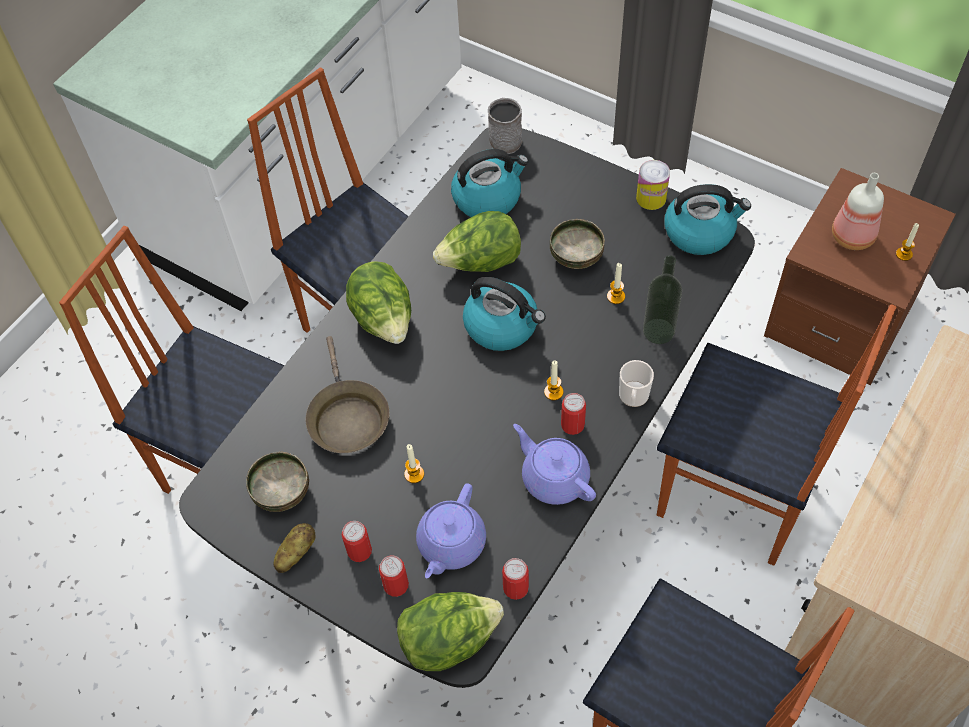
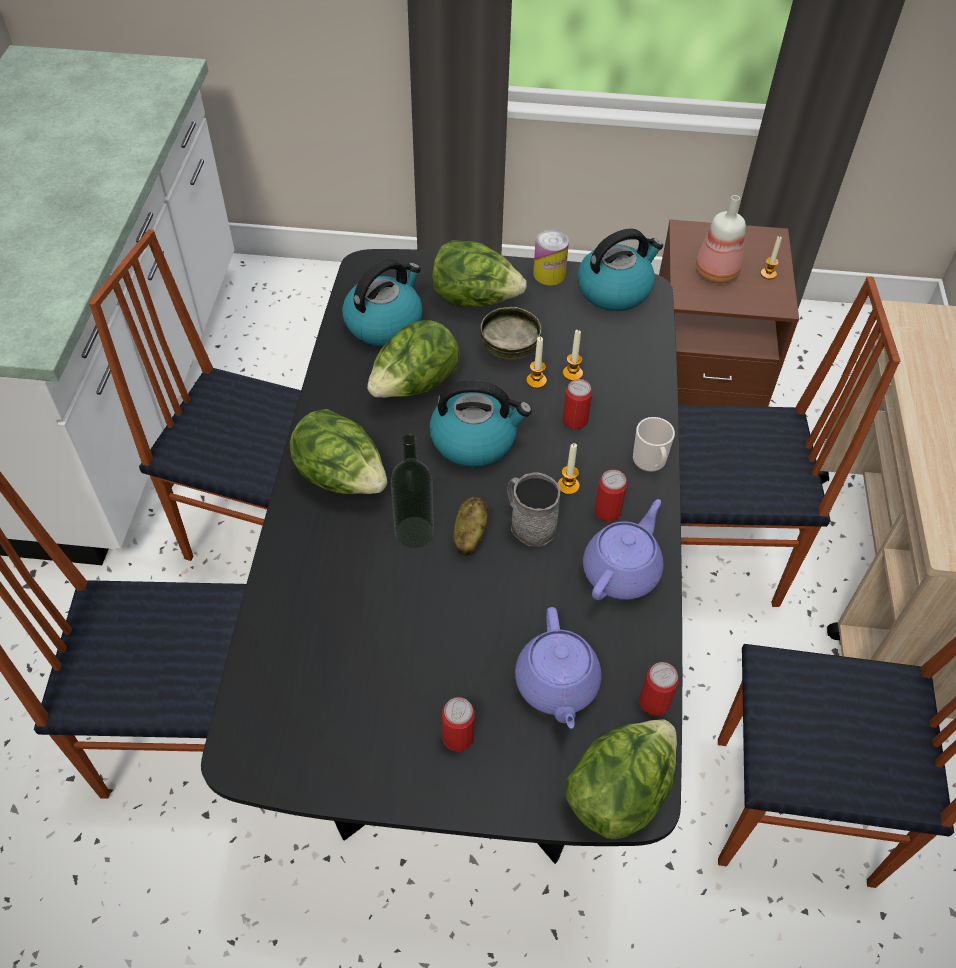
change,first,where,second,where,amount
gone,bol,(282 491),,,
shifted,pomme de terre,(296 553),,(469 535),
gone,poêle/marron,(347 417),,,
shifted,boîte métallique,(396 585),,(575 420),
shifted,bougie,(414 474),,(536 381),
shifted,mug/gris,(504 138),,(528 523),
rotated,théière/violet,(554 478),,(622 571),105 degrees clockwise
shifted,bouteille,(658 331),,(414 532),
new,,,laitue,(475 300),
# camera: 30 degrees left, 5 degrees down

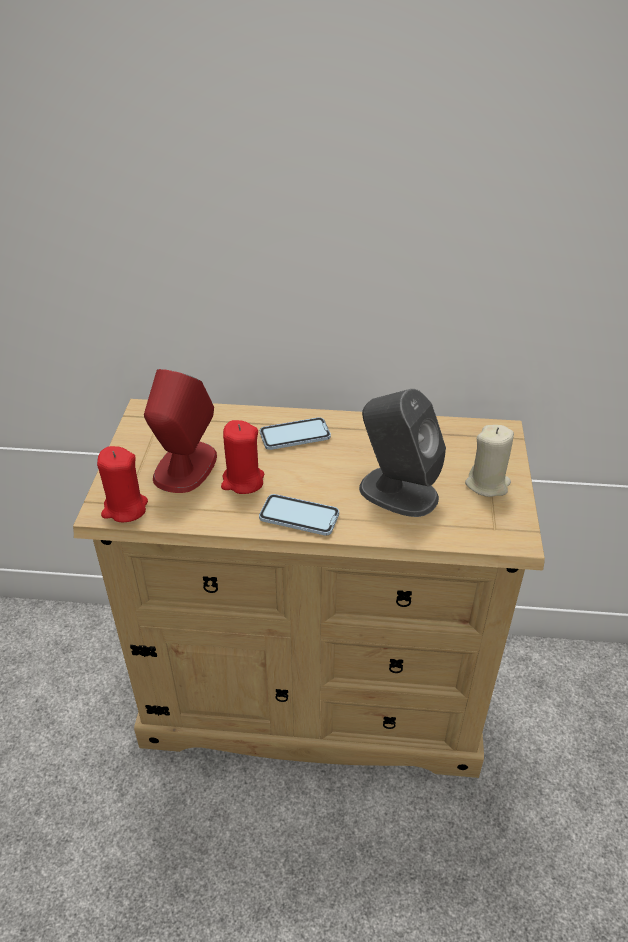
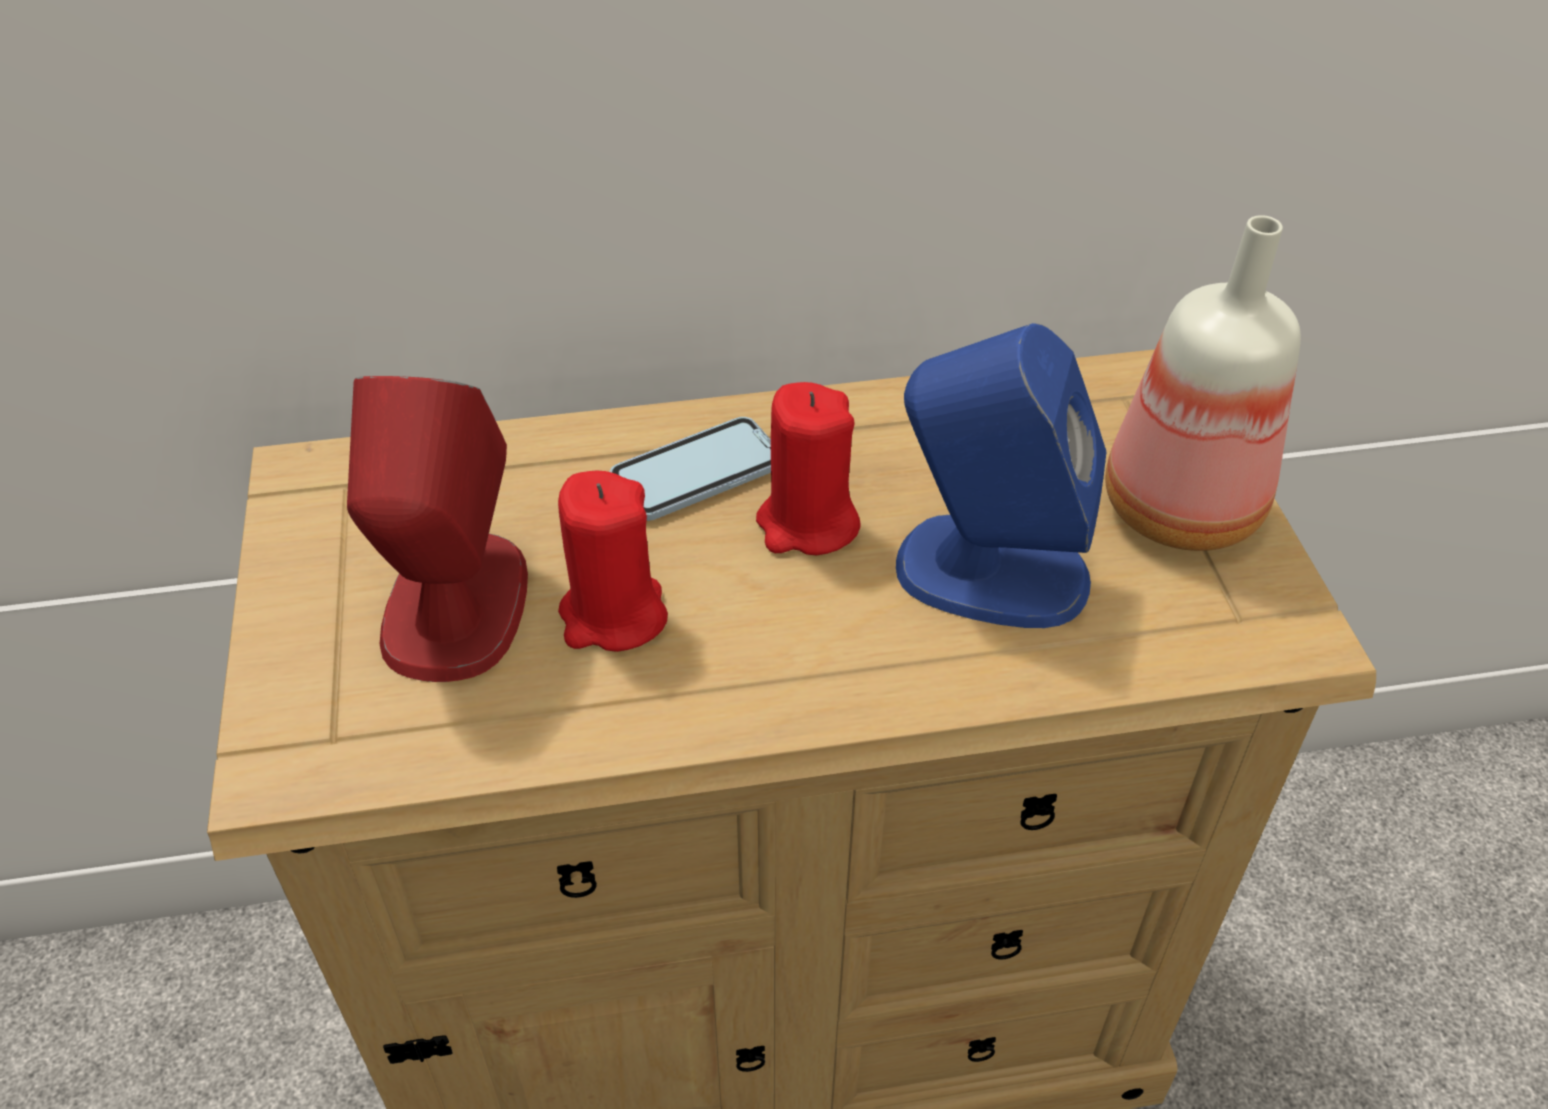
change,first,where,second,where,amount
shifted,bougie/rouge,(125 508),,(807 524),
gone,téléphone,(299 516),,,
repainted,enceinte/gris,(397 492),enceinte/bleu,(989 571),
swapped,bougie/beige,(487 484),bouteille,(1179 512),
# camera: 15 degrees left, 5 degrees up

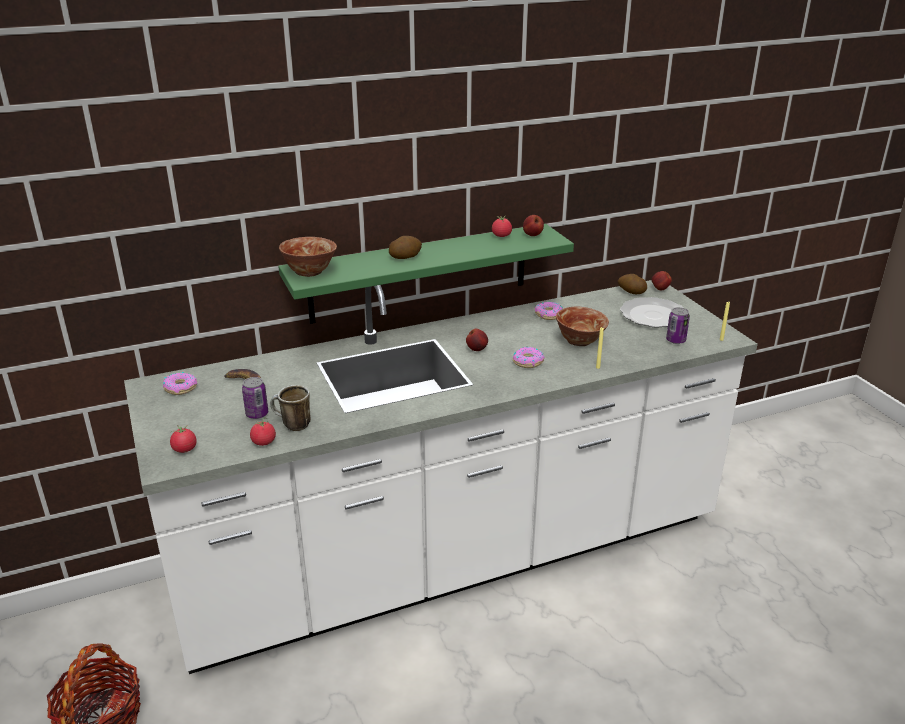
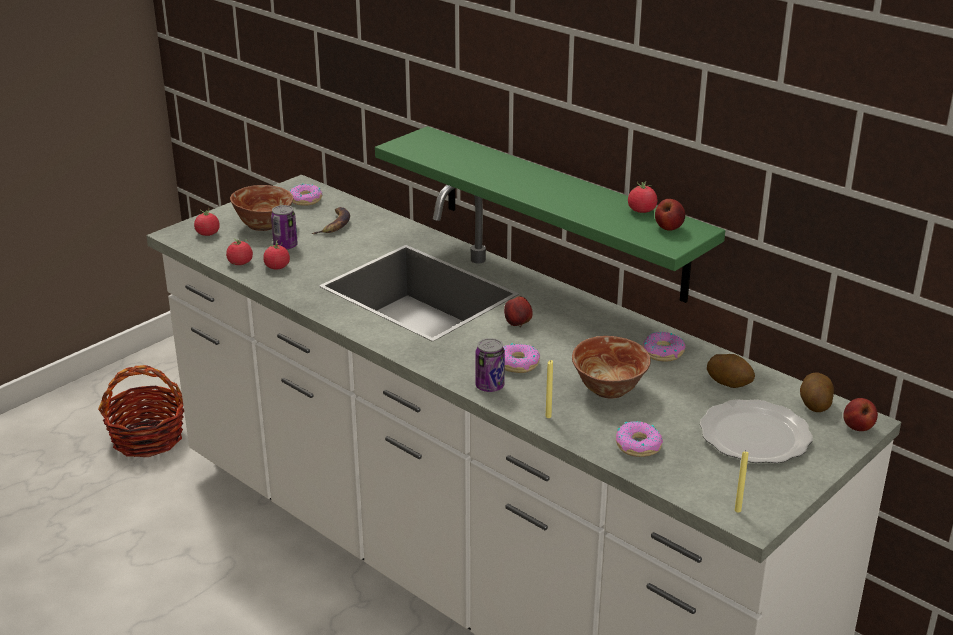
change,first,where,second,where,amount
swapped,mug,(292 425),tomate,(277 267),
shifted,bol,(309 272),,(264 225),
shifted,pomme de terre,(405 257),,(729 382),
shifted,boîte métallique,(675 340),,(489 386),
new,,,beignet,(638 445),
# camera: 65 degrees right, 0 degrees up

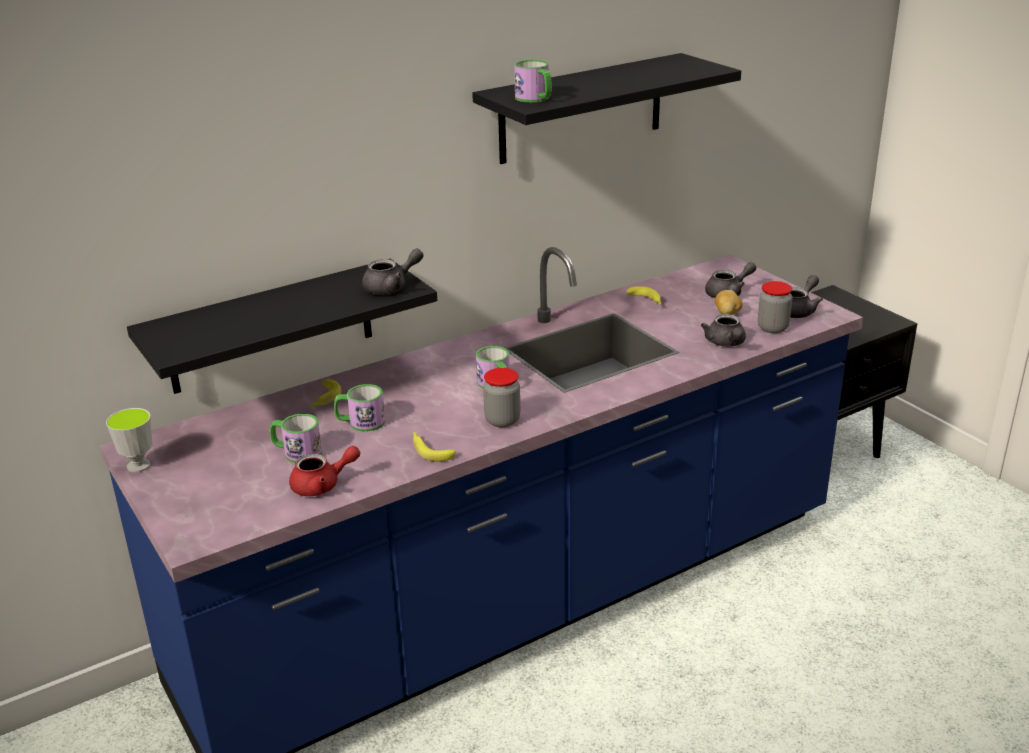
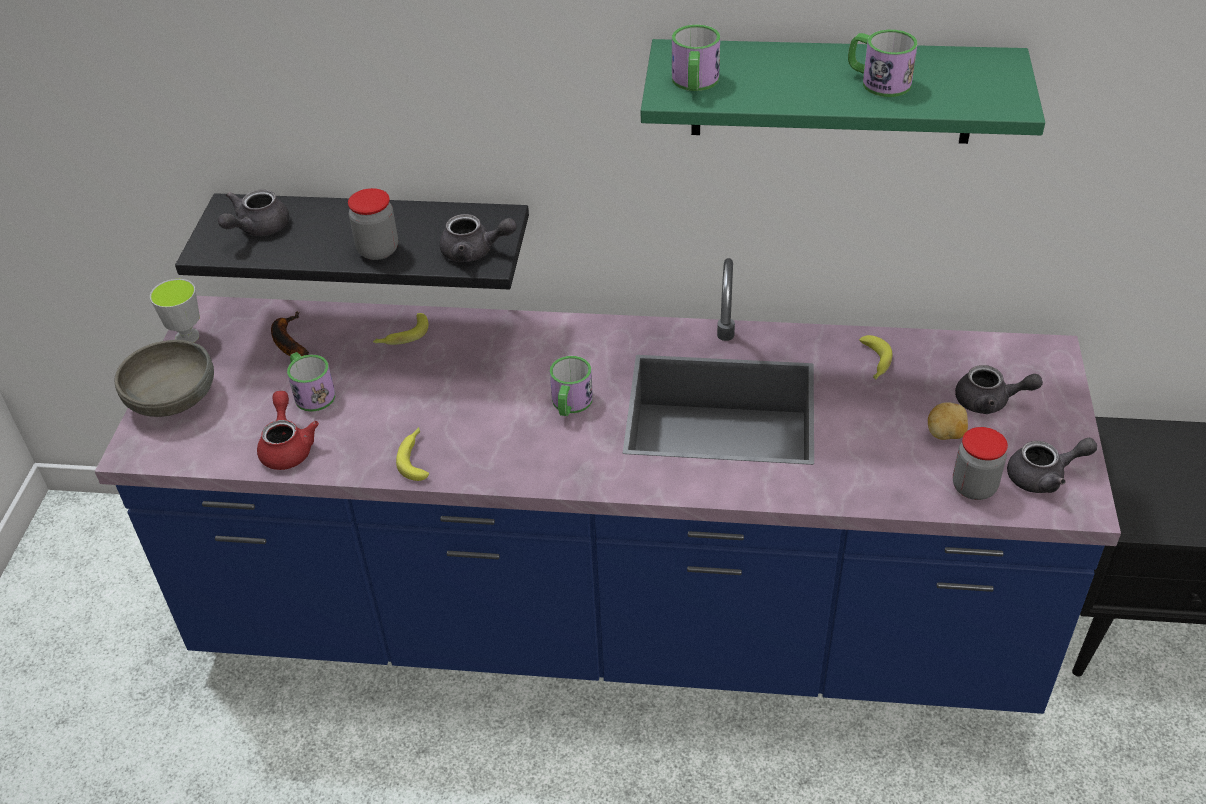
change,first,where,second,where,amount
rotated,théière/rouge,(322 485),,(287 447),120 degrees counterclockwise
shifted,mug,(360 422),,(878 81),
repainted,étagère/noir,(581 108),étagère/vert,(832 91),
shifted,bocal,(502 420),,(378 250),
shifted,théière/gris,(726 343),,(257 228),
new,,,bol/gris,(173 399),
new,,,banane,(287 341),
# camera: 40 degrees right, 15 degrees up

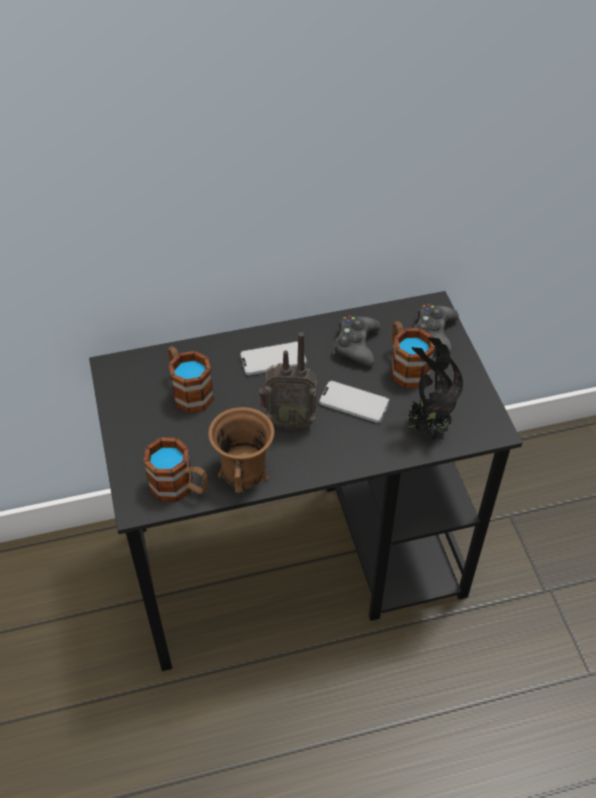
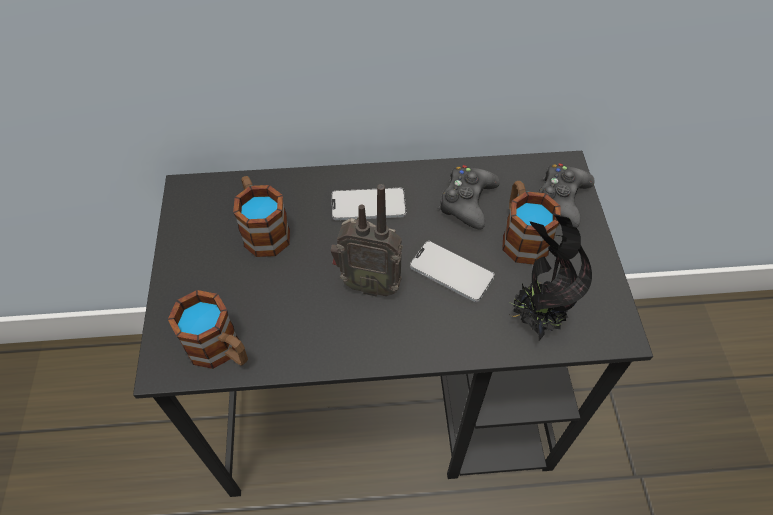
change,first,where,second,where,amount
gone,mug/marron,(244 471),,,
# camera: 10 degrees right, 5 degrees up

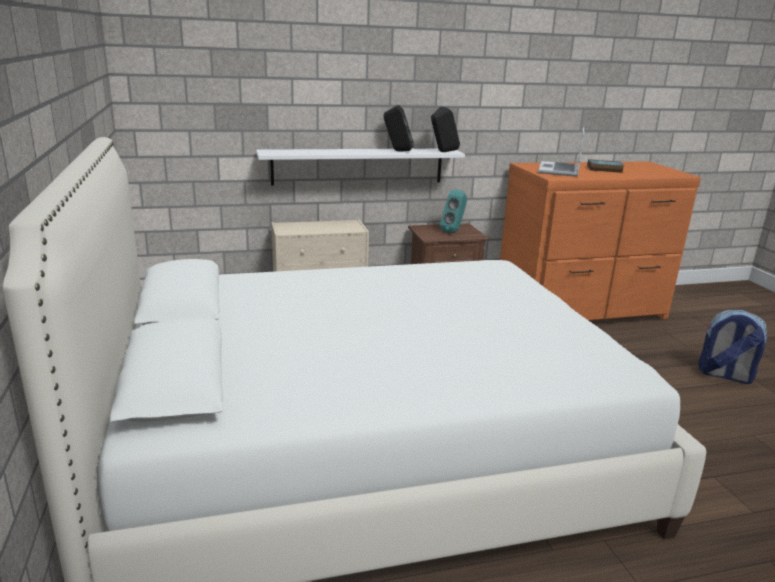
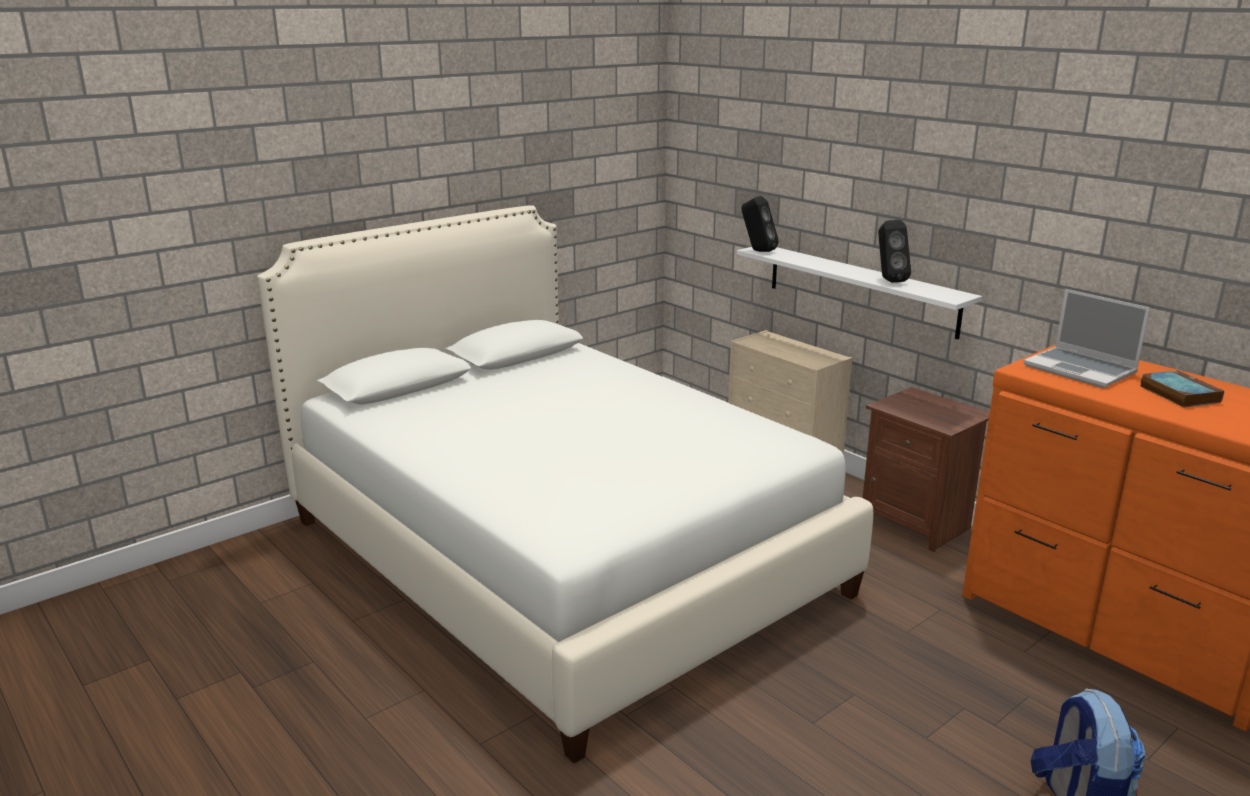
change,first,where,second,where,amount
shifted,enceinte/noir,(442 152),,(757 251),
gone,enceinte/turquoise,(454 232),,,
rotated,ordinateur portable,(559 170),,(1081 369),120 degrees counterclockwise
# camera: 65 degrees right, 0 degrees up

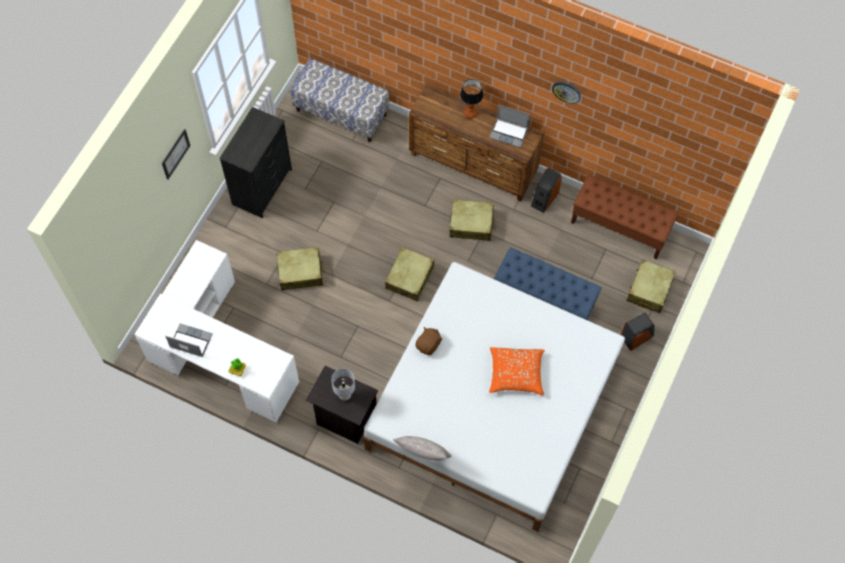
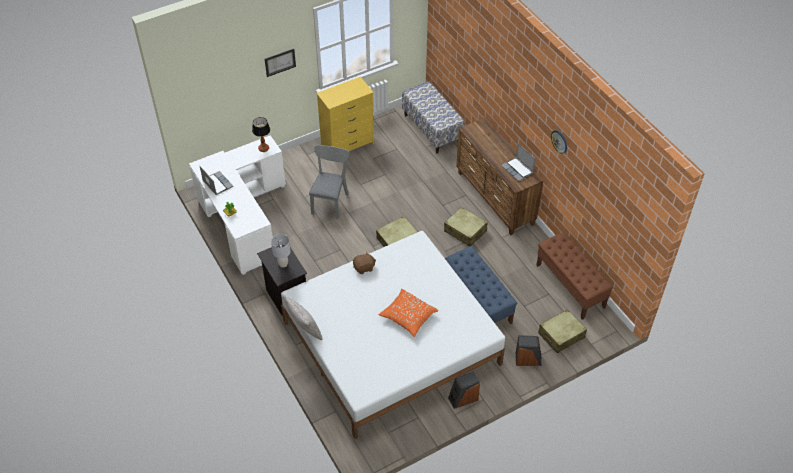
change,first,where,second,where,amount
repainted,commode/noir,(262 187),commode/jaune,(347 145),
swapped,valise/beige,(300 272),chaise/gris,(330 201),
shifted,lampe de table,(470 113),,(263 148),
shifted,enceinte,(544 198),,(463 398),
# camera: 35 degrees right, 15 degrees down

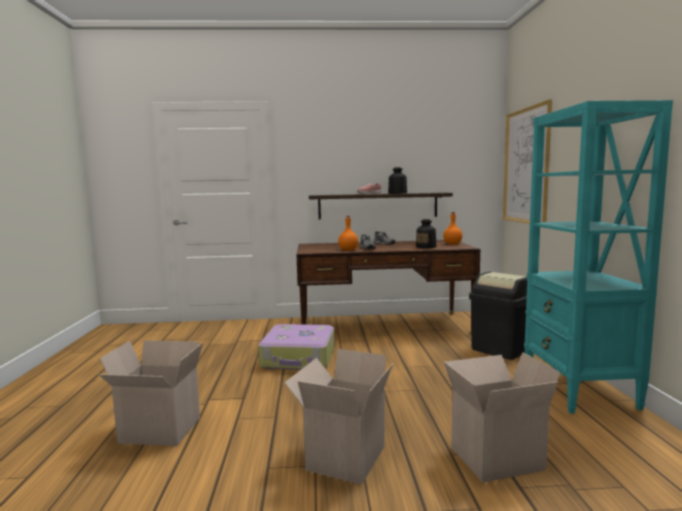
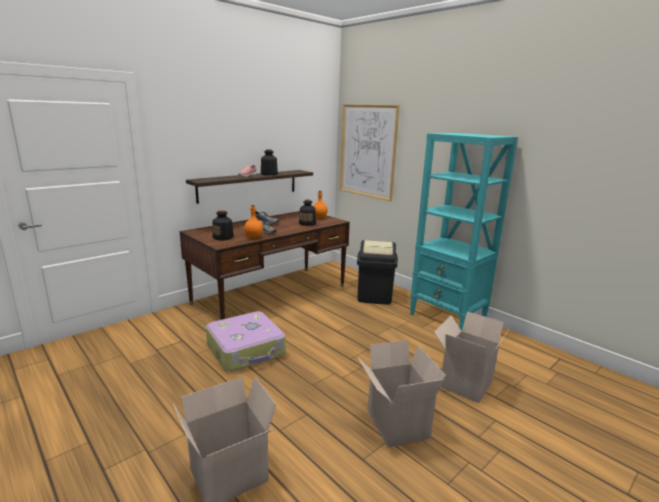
change,first,where,second,where,amount
new,,,bouteille,(223 237),
# camera: 40 degrees left, 10 degrees up

